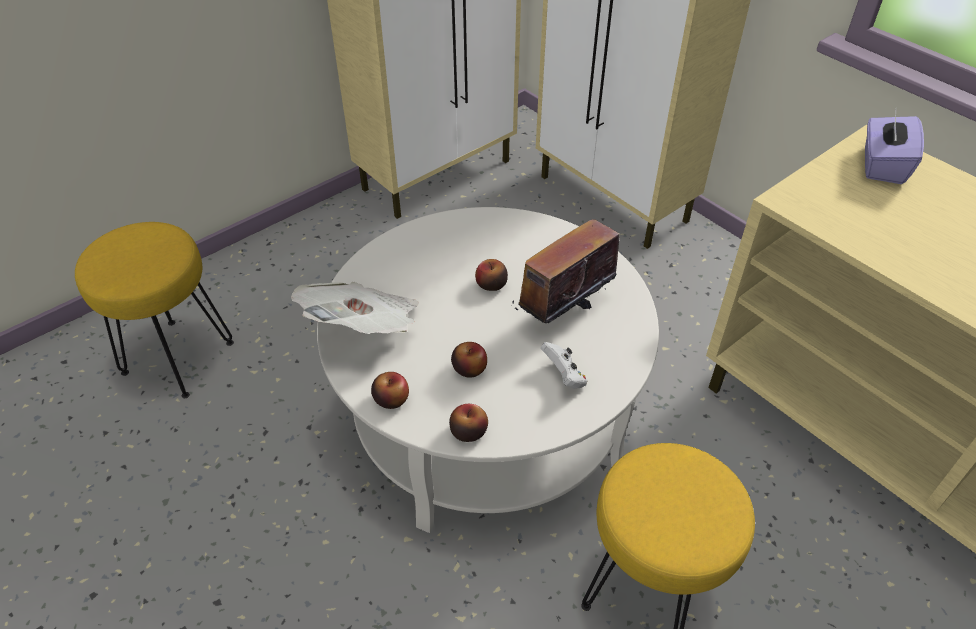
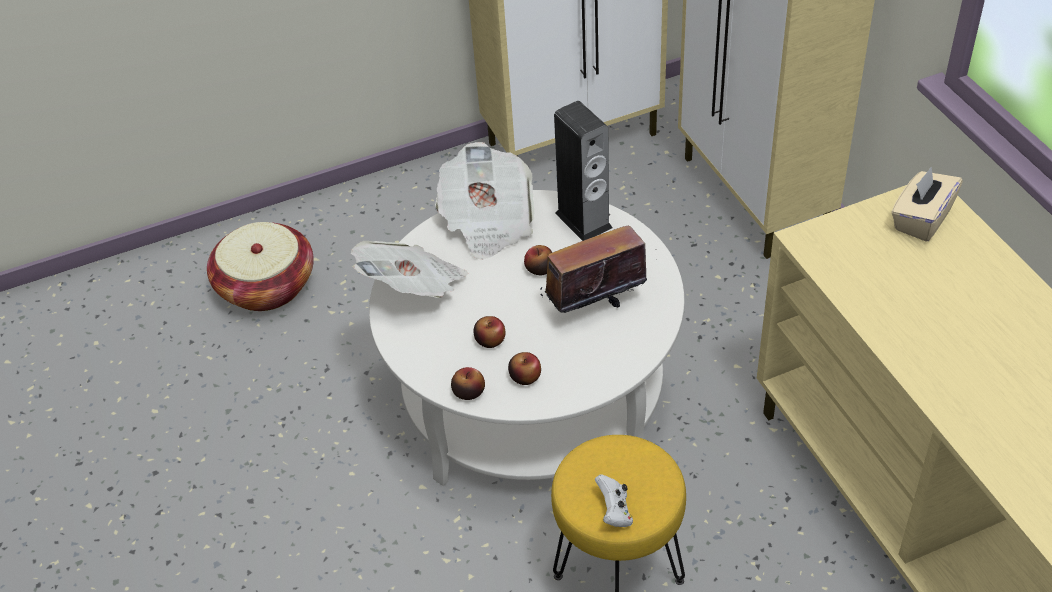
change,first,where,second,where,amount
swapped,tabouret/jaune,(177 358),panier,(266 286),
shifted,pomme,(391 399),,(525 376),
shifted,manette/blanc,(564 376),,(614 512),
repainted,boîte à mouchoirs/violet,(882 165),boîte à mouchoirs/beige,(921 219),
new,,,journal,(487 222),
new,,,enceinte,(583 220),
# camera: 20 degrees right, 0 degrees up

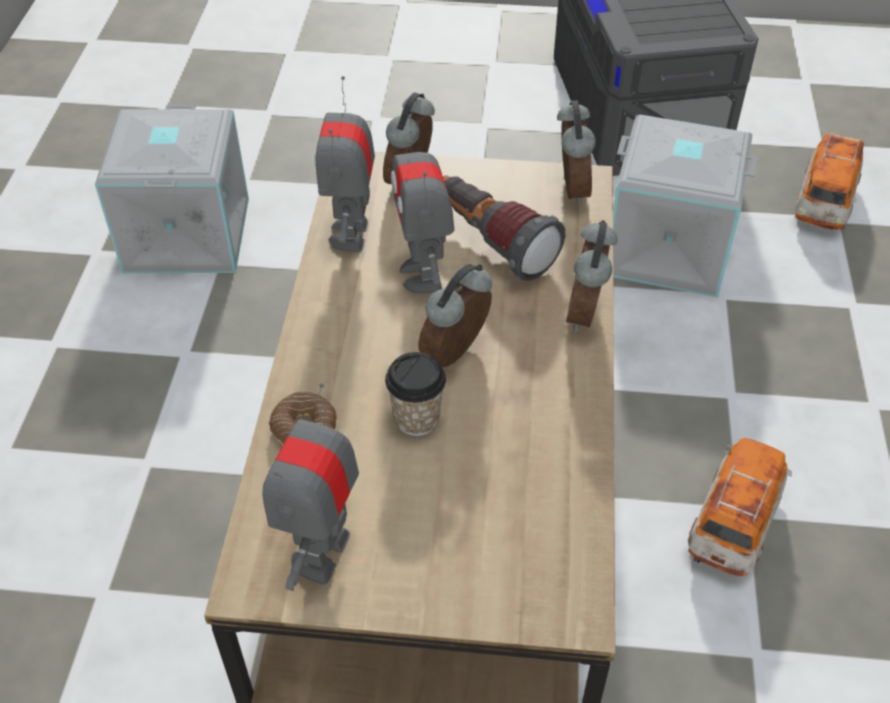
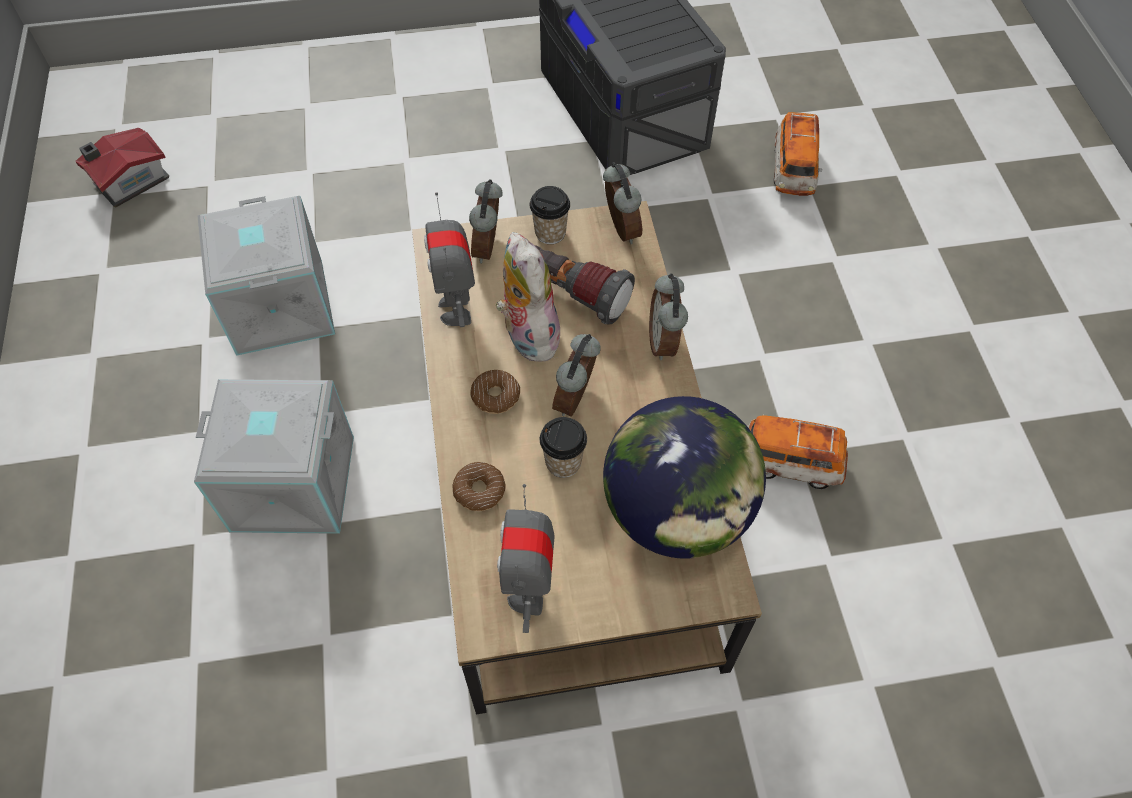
change,first,where,second,where,amount
swapped,robot jouet,(423 275),peluche,(527 334),
shifted,boîte de rangement/gris,(666 250),,(292 485),
rotated,petite voiture,(733 523),,(789 463),90 degrees counterclockwise
new,,,maison miniature,(129 181),
new,,,beignet,(495 396),
new,,,tasse,(550 233),
new,,,globe,(676 512),
# camera: 15 degrees left, 10 degrees up

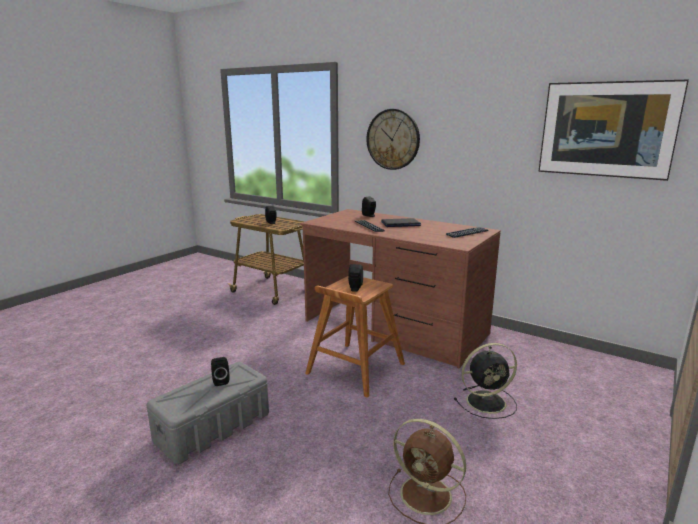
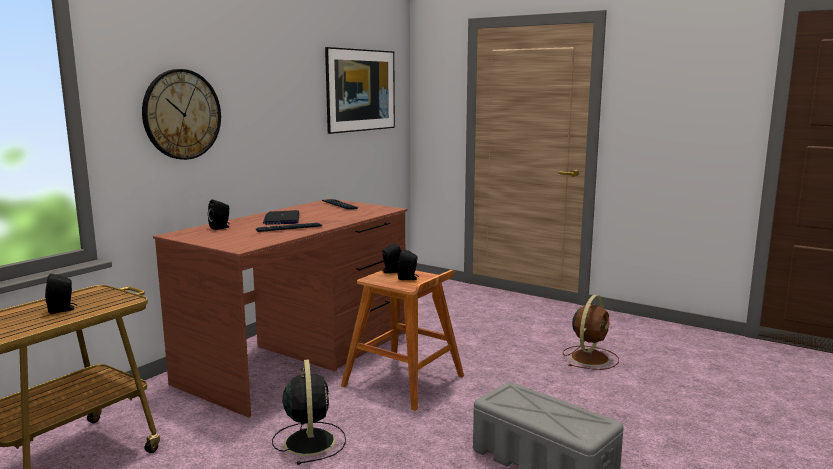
change,first,where,second,where,amount
shifted,enceinte/noir,(220 381),,(391 271),
shifted,ventilateur/noir,(487 401),,(309 440),
# camera: 90 degrees left, 5 degrees down

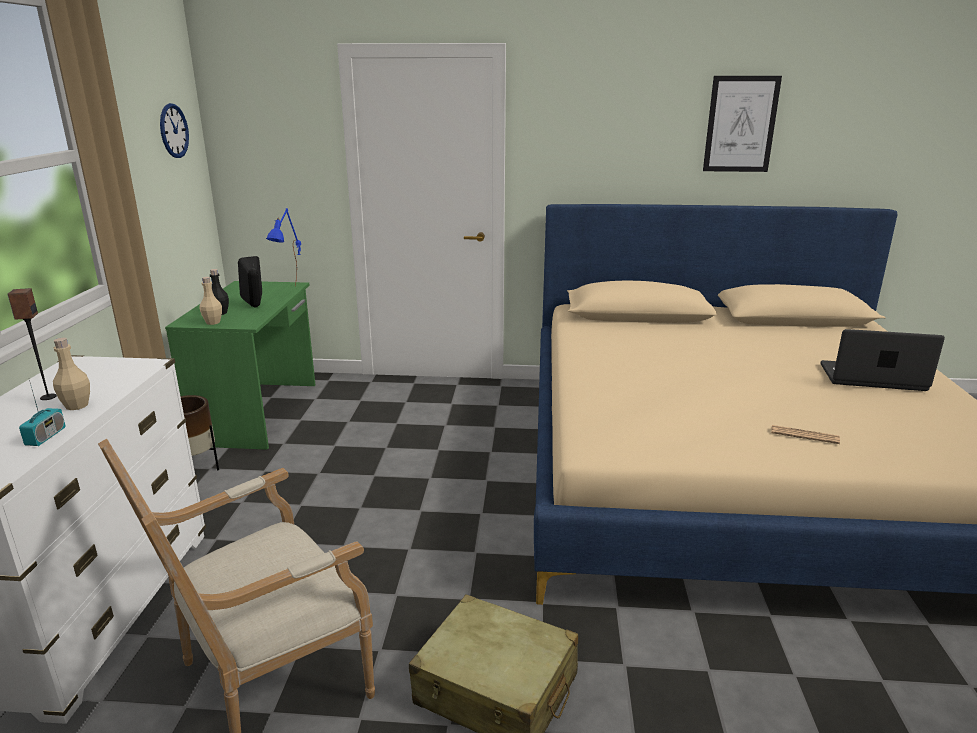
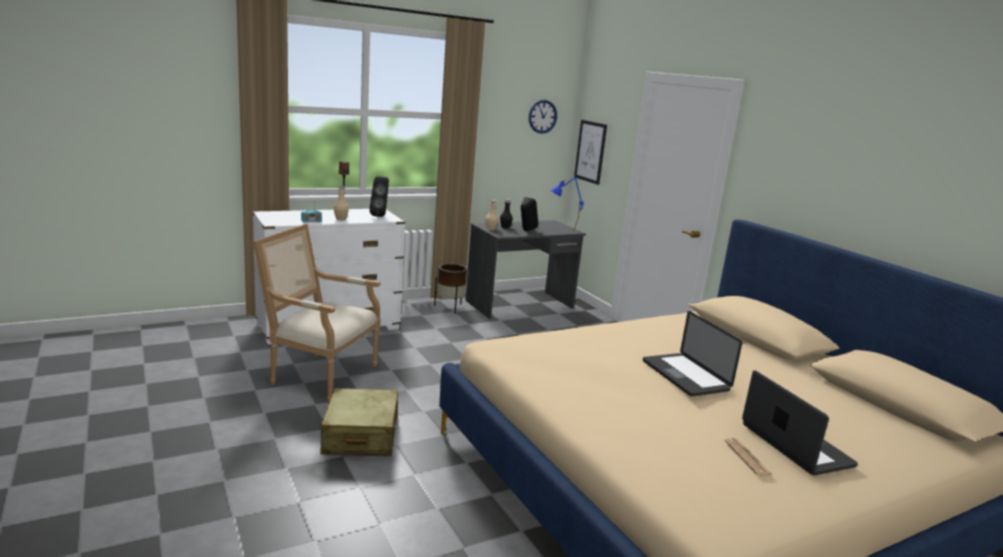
change,first,where,second,where,amount
repainted,bureau/vert,(259 412),bureau/gris,(520 304),
shifted,tableau,(740 124),,(590 151),
shifted,journal,(804 435),,(747 458),
new,,,enceinte/noir,(380 215),
new,,,ordinateur portable,(685 376),
# camera: 55 degrees right, 5 degrees down

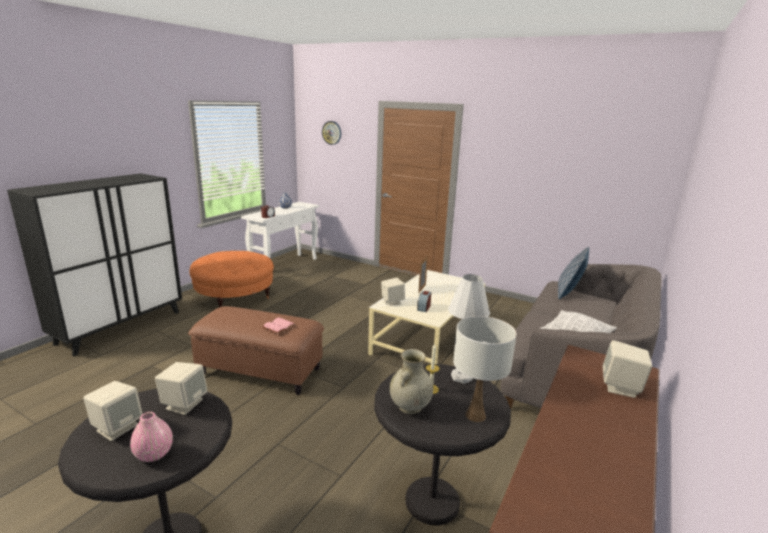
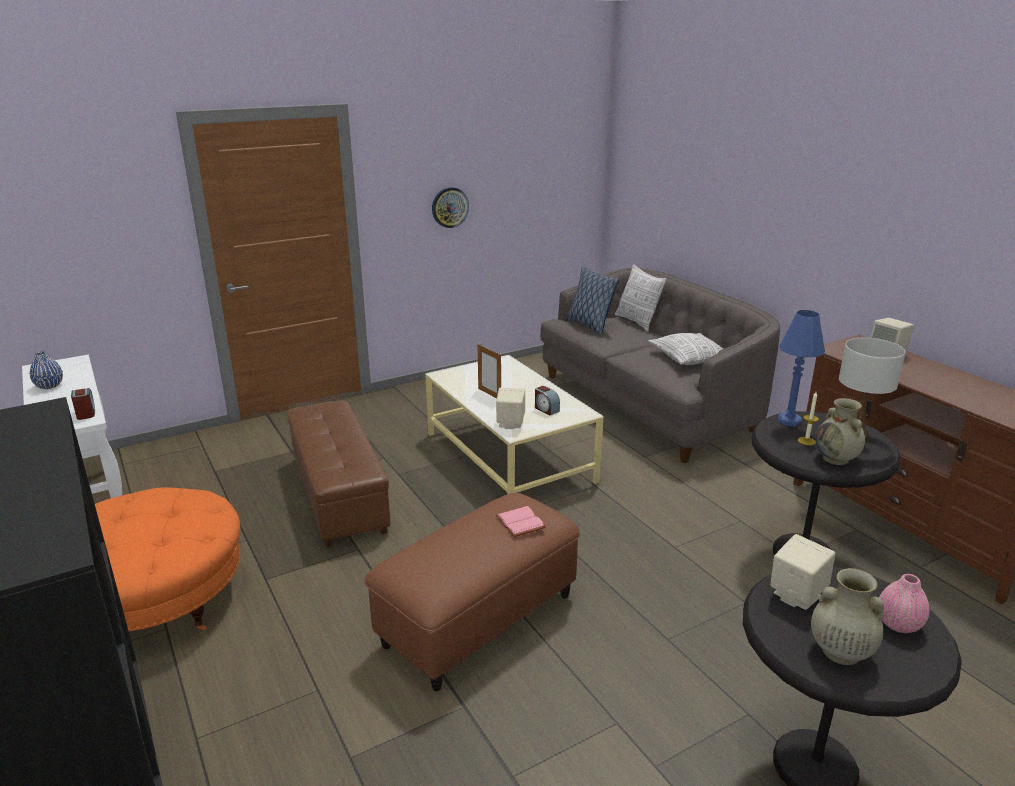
change,first,where,second,where,amount
swapped,enceinte/beige,(117 427),vase/beige,(839 652),
shifted,horloge murale,(332 132),,(449 207),
repainted,lampe de table/blanc,(461 377),lampe de table/bleu,(789 421),
new,,,pouf/marron,(337 493),
new,,,coussin,(637 322),
# camera: 60 degrees left, 5 degrees up

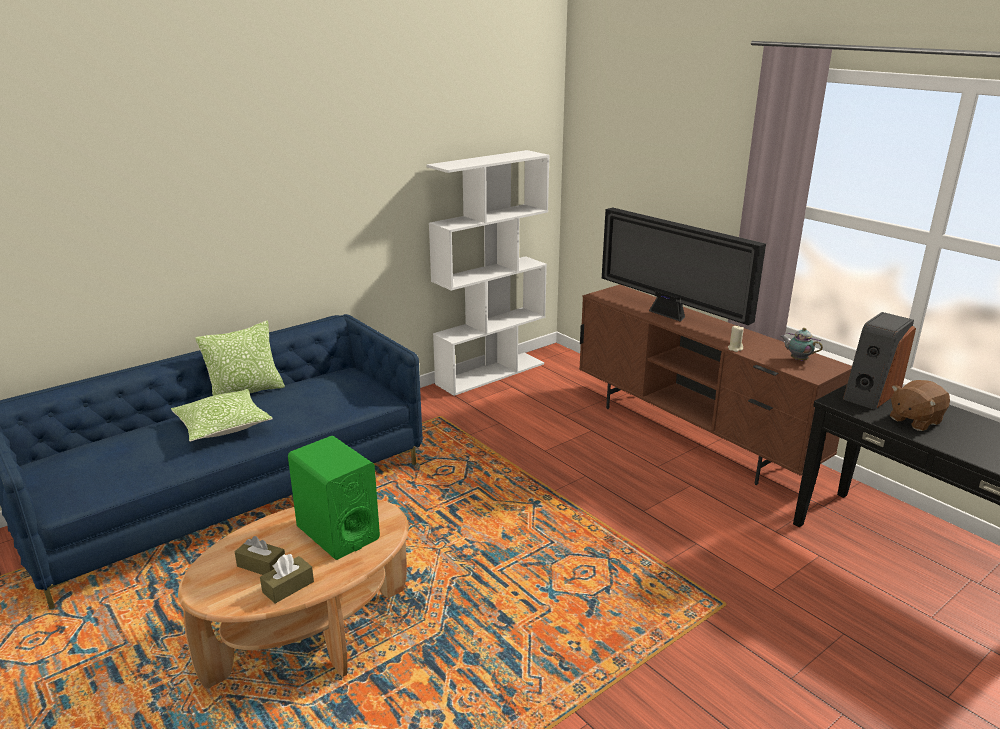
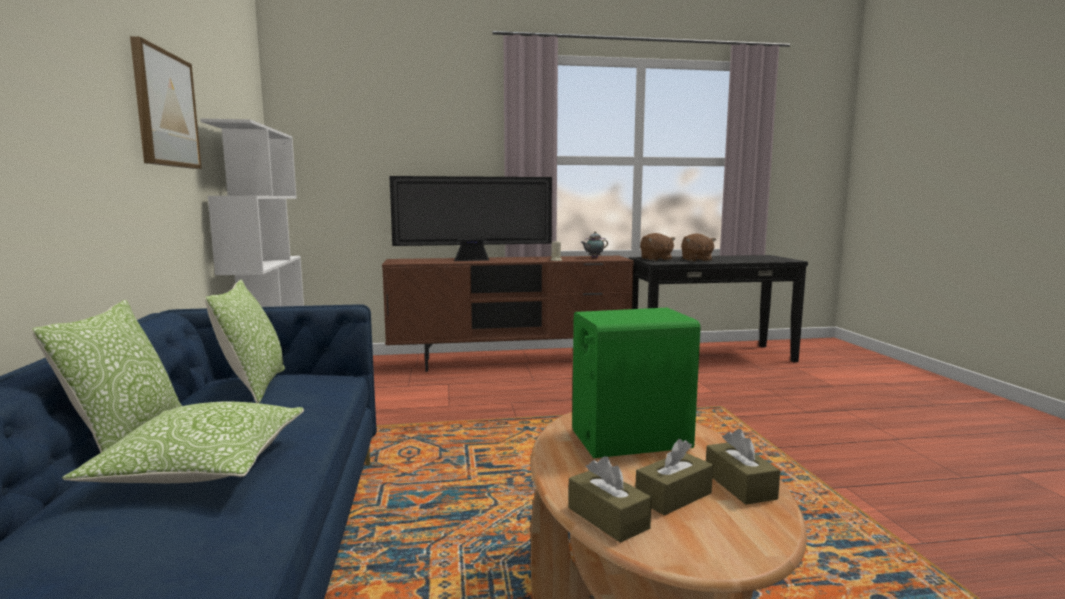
change,first,where,second,where,amount
swapped,enceinte,(871 394),peluche/marron,(656 259),
new,,,tableau,(165 109),
new,,,coussin,(254 386),
new,,,boîte à mouchoirs/marron,(608 518),
# camera: 60 degrees left, 15 degrees down

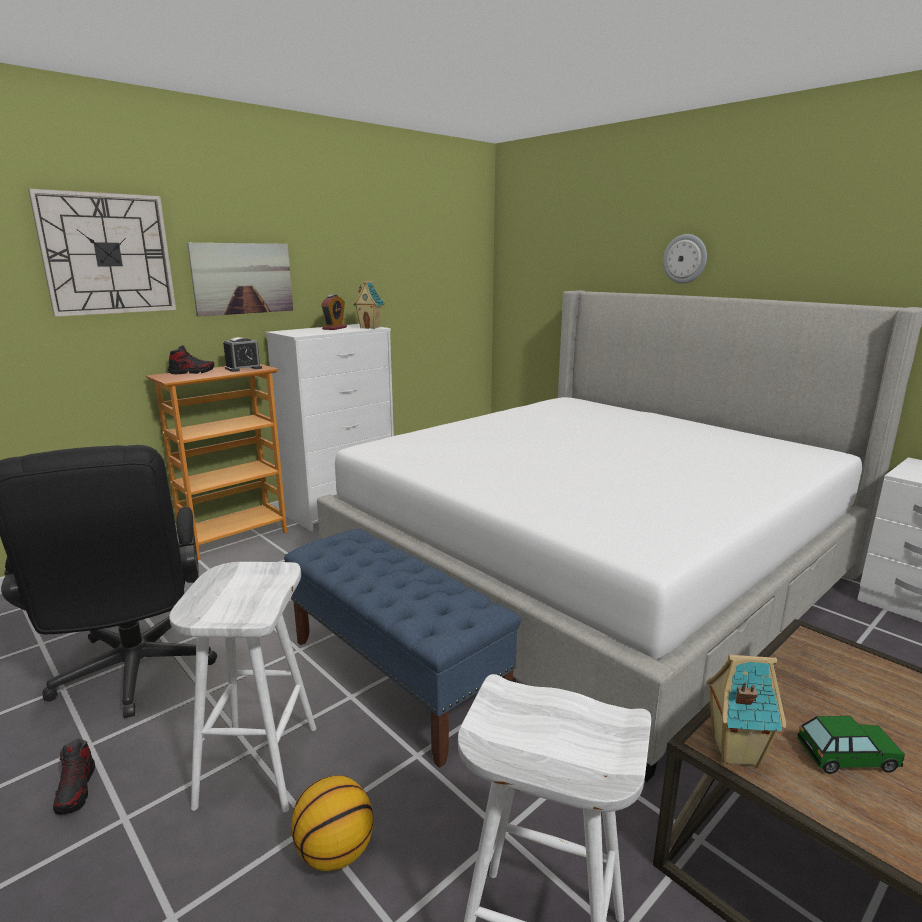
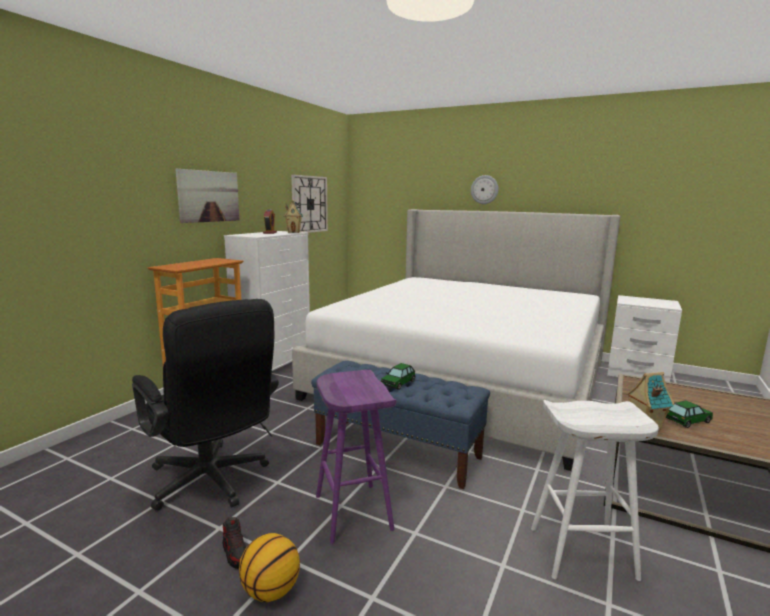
change,first,where,second,where,amount
shifted,horloge murale,(107 254),,(309 204),
gone,chaussure,(192 372),,,
repainted,tabouret/blanc,(257 764),tabouret/violet,(352 511),
gone,réveil,(243 368),,,
shifted,ballon de basket,(334 852),,(270 591),
new,,,petite voiture,(398 383),
# camera: 20 degrees left, 5 degrees down

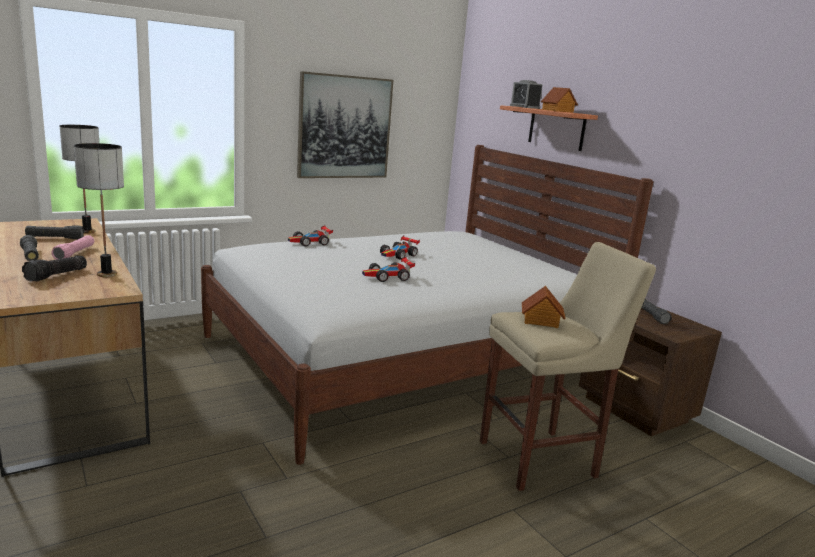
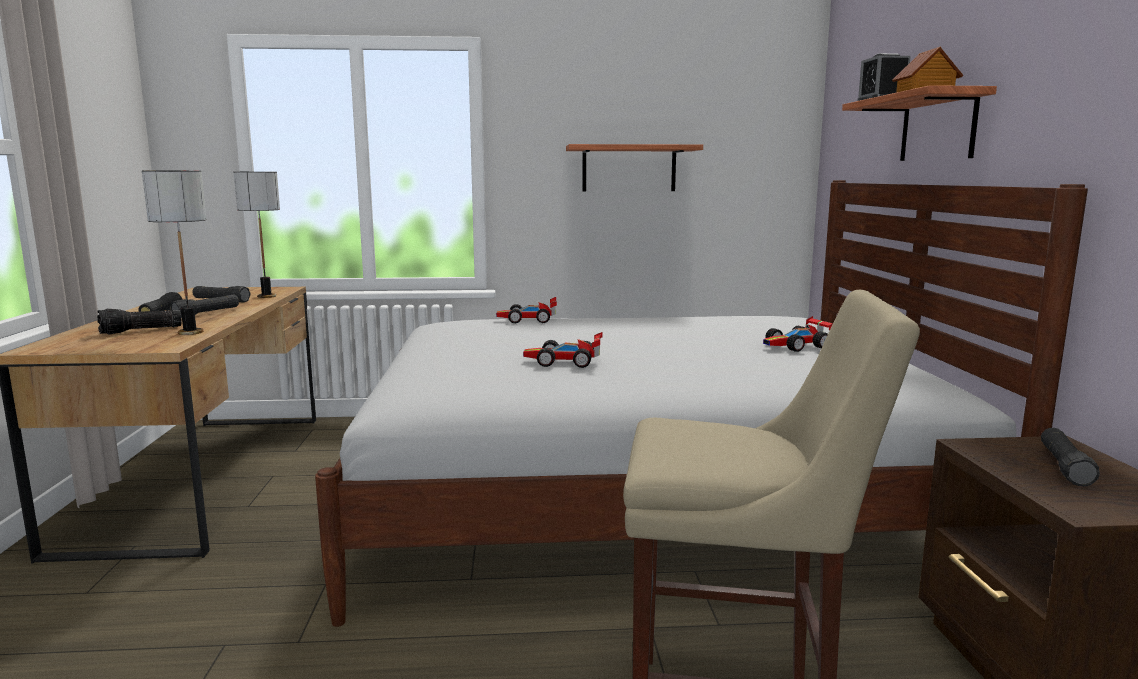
change,first,where,second,where,amount
repainted,lampe de poche/rose,(75 253),lampe de poche/noir,(206 314),
swapped,tableau,(344 127),étagère,(629 168),
shifted,petite voiture,(398 255),,(797 346),
gone,maison miniature,(540 320),,,
# camera: 30 degrees right, 5 degrees down

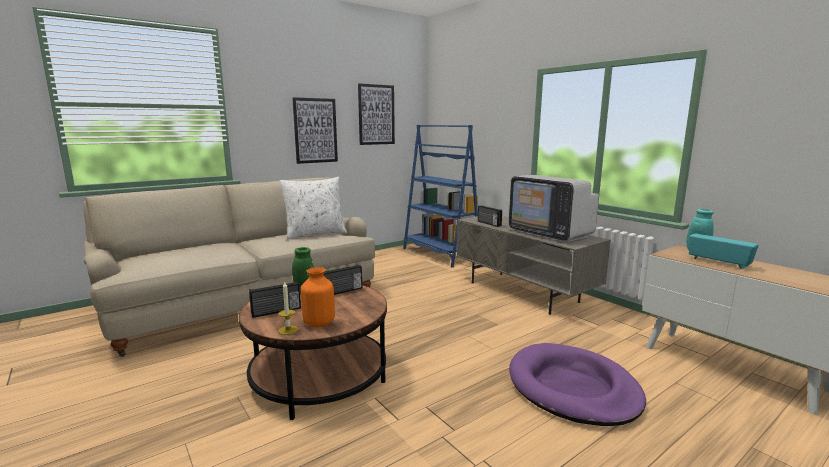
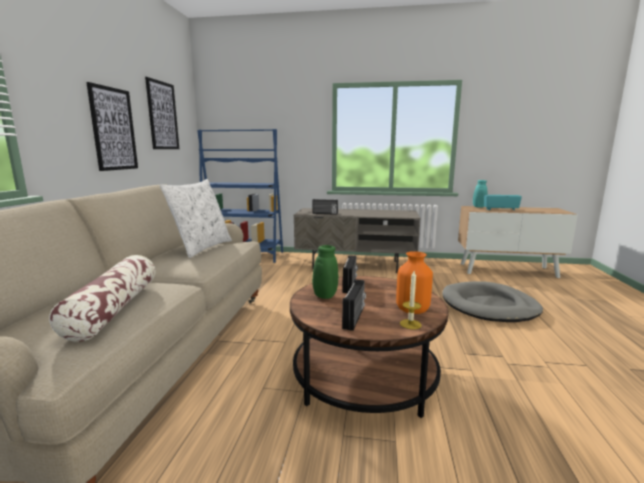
change,first,where,second,where,amount
gone,téléviseur,(550 233),,,
repainted,panier pour chien/violet,(572 388),panier pour chien/gris,(489 306),
new,,,coussin,(114 308),
# camera: 45 degrees left, 0 degrees up

